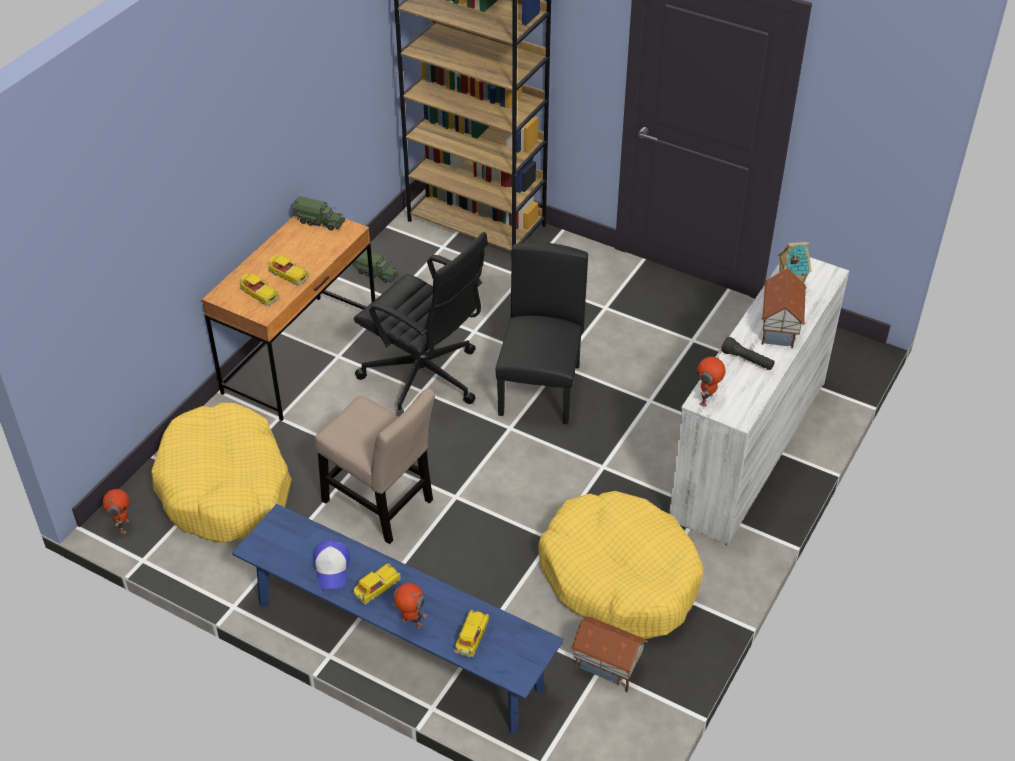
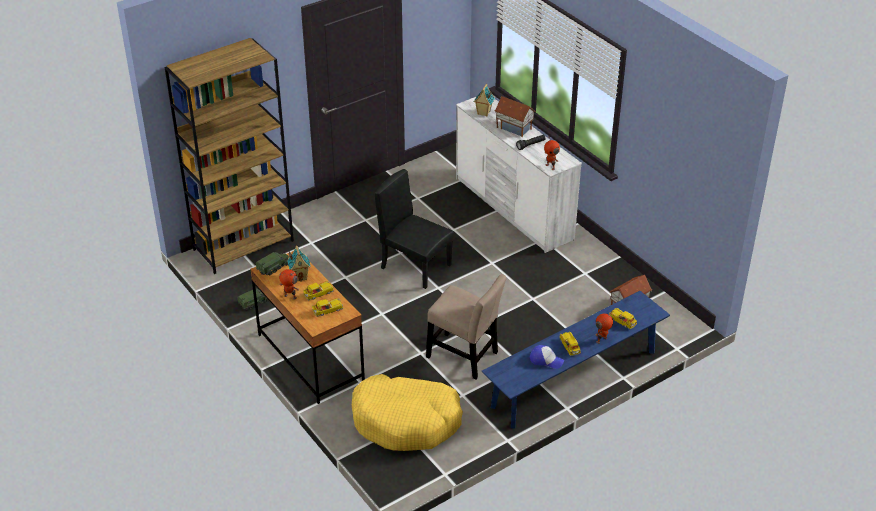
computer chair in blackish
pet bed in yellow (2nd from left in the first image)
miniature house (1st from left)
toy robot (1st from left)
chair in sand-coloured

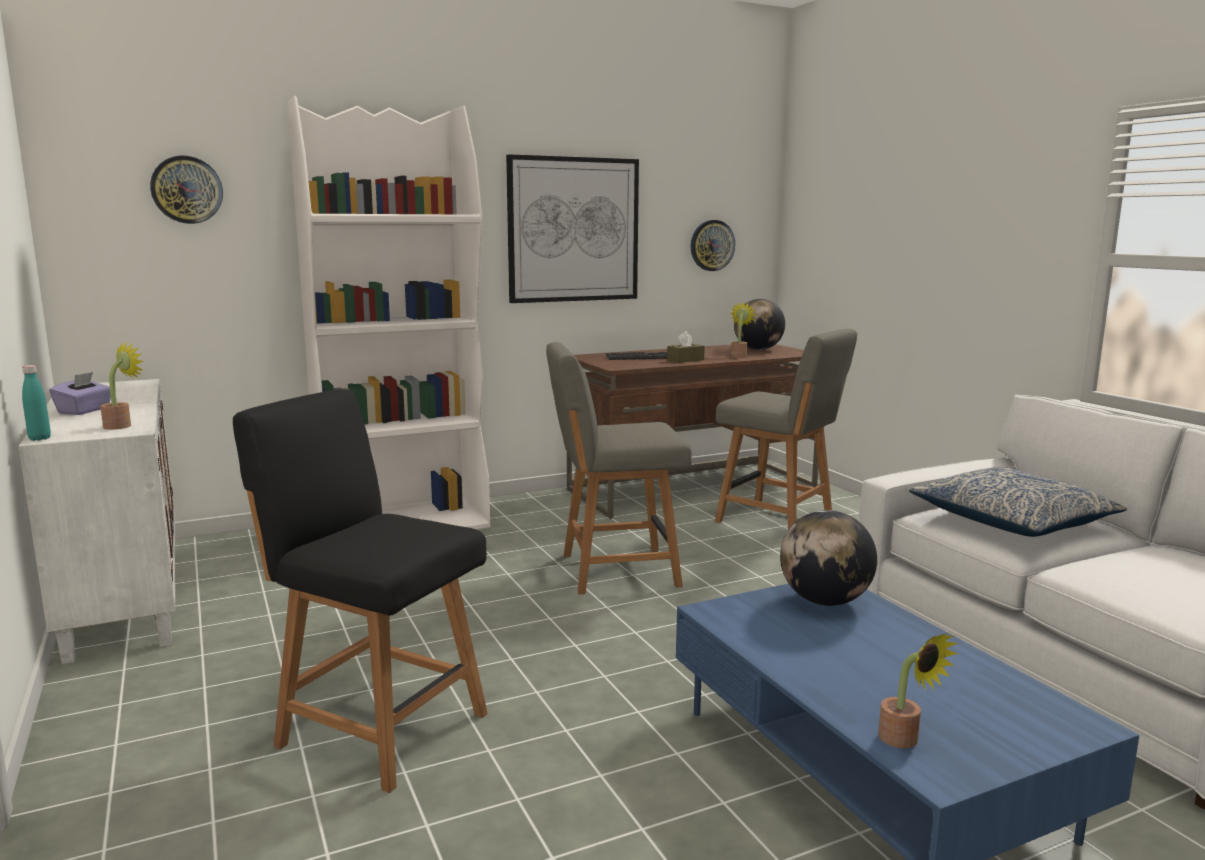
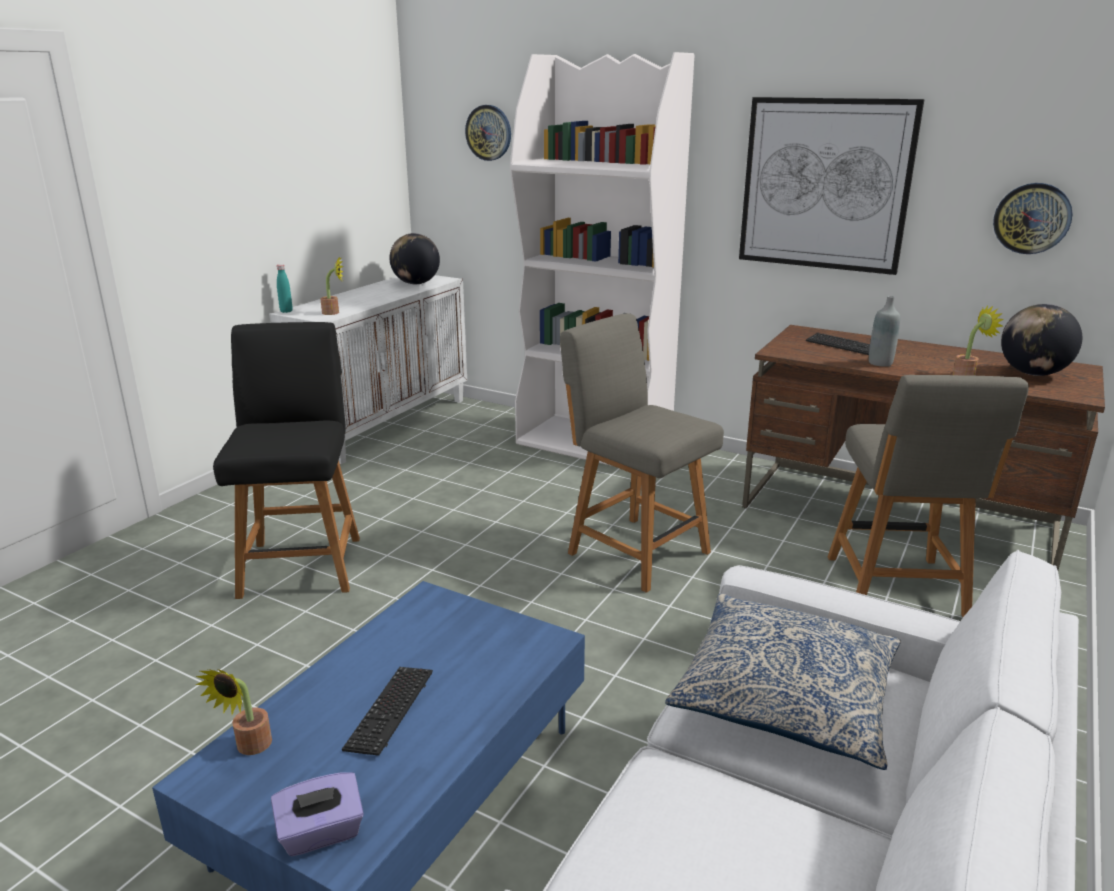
computer keyboard (1st from left)
tissue holder in purple
globe (1st from left)
bottle in gray

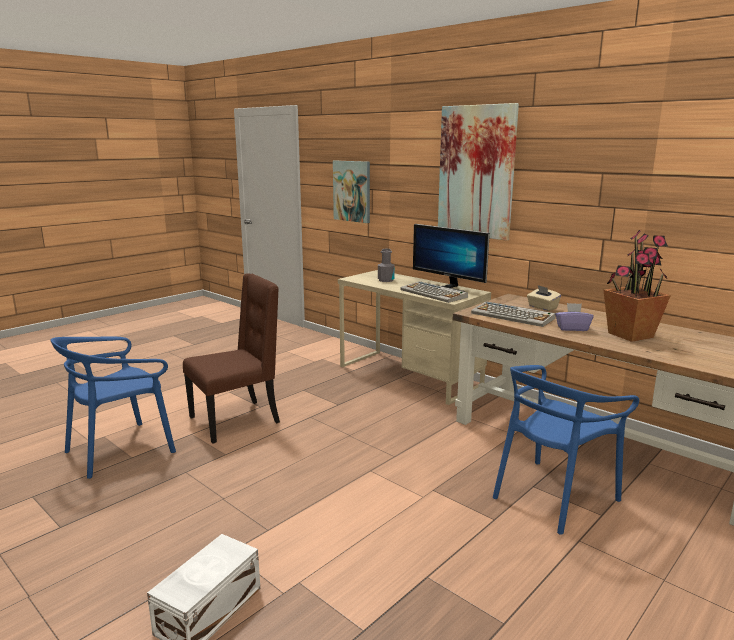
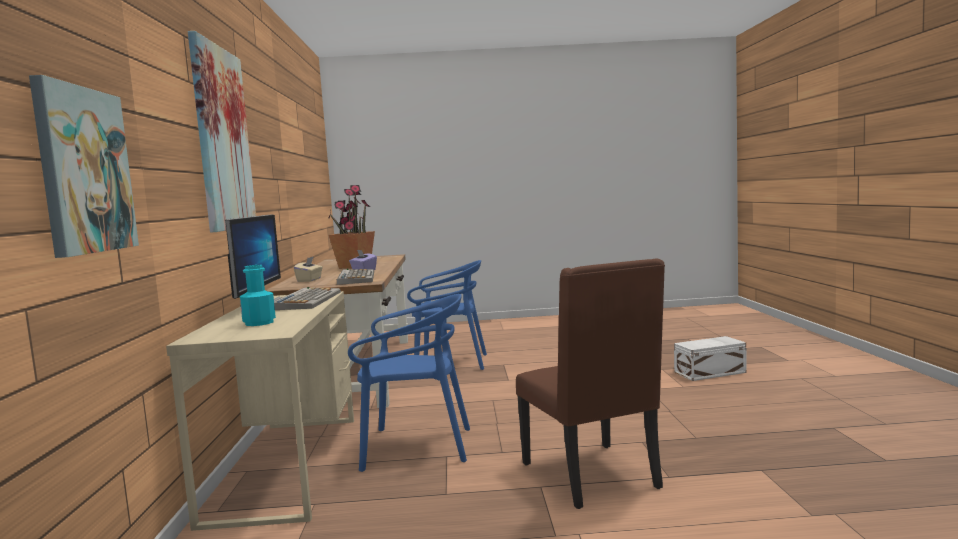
chair in blue-coloured (1st from left)
bottle in turquoise-coloured
chair in brownish

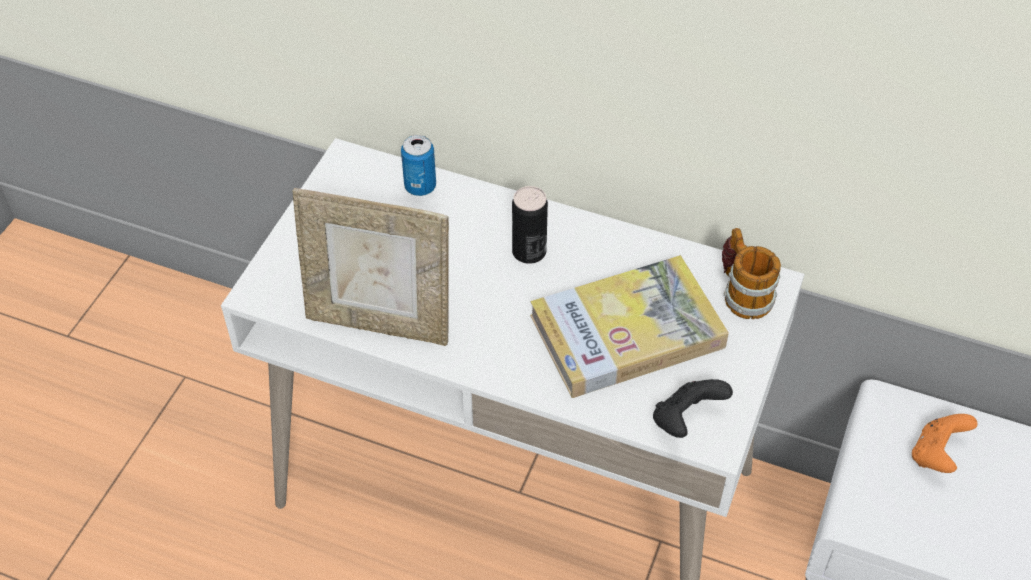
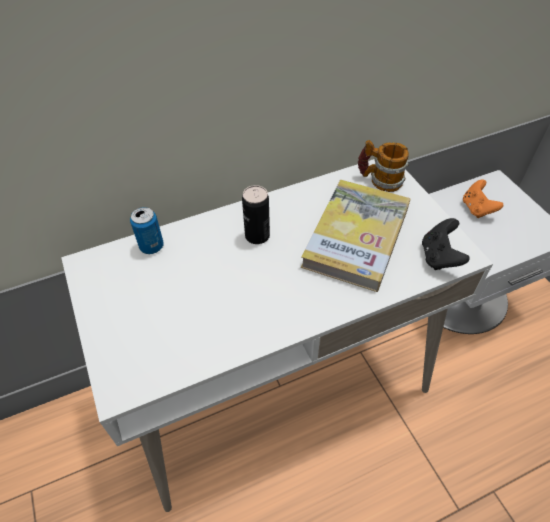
photo frame

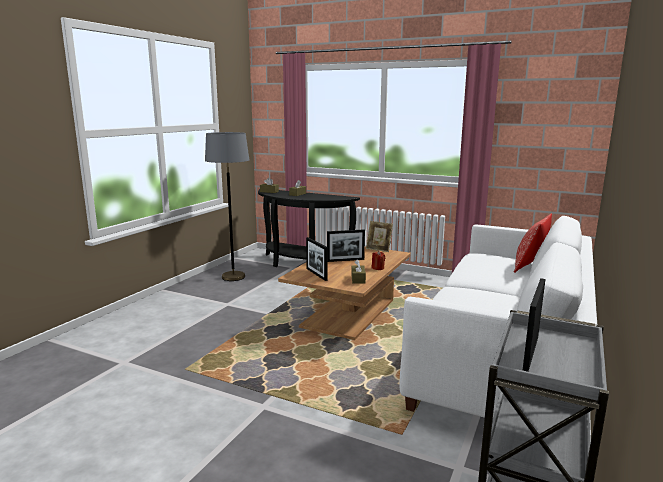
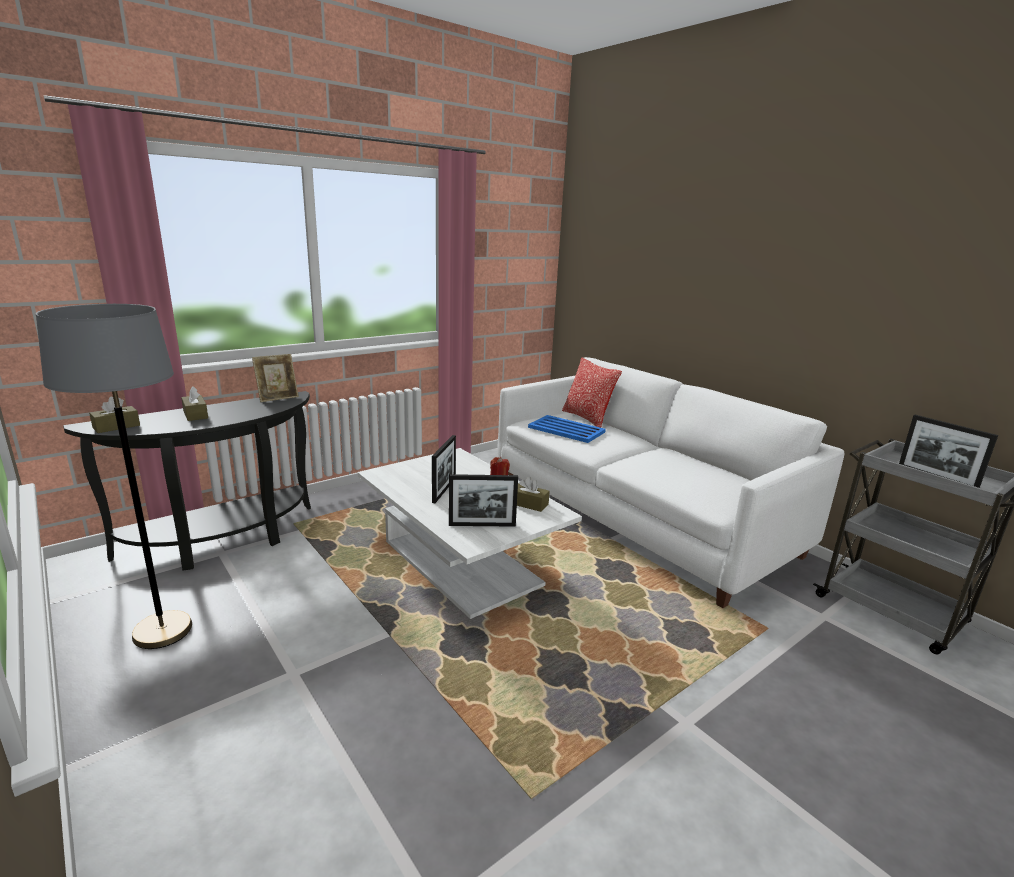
serving tray in blue-coloured
photo frame (1st from left)
lounge table in whitish

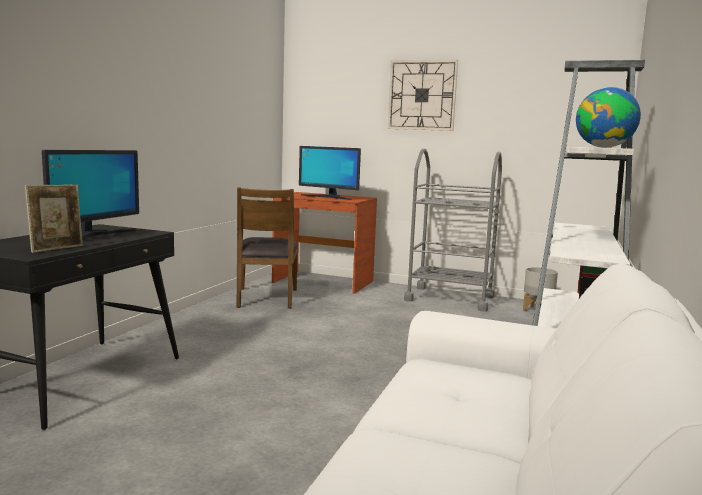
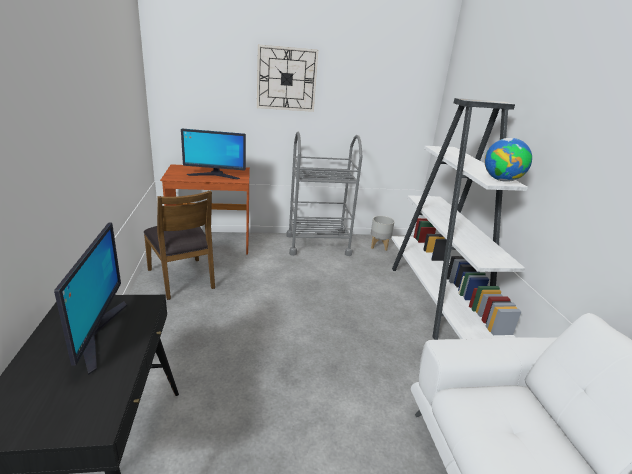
photo frame

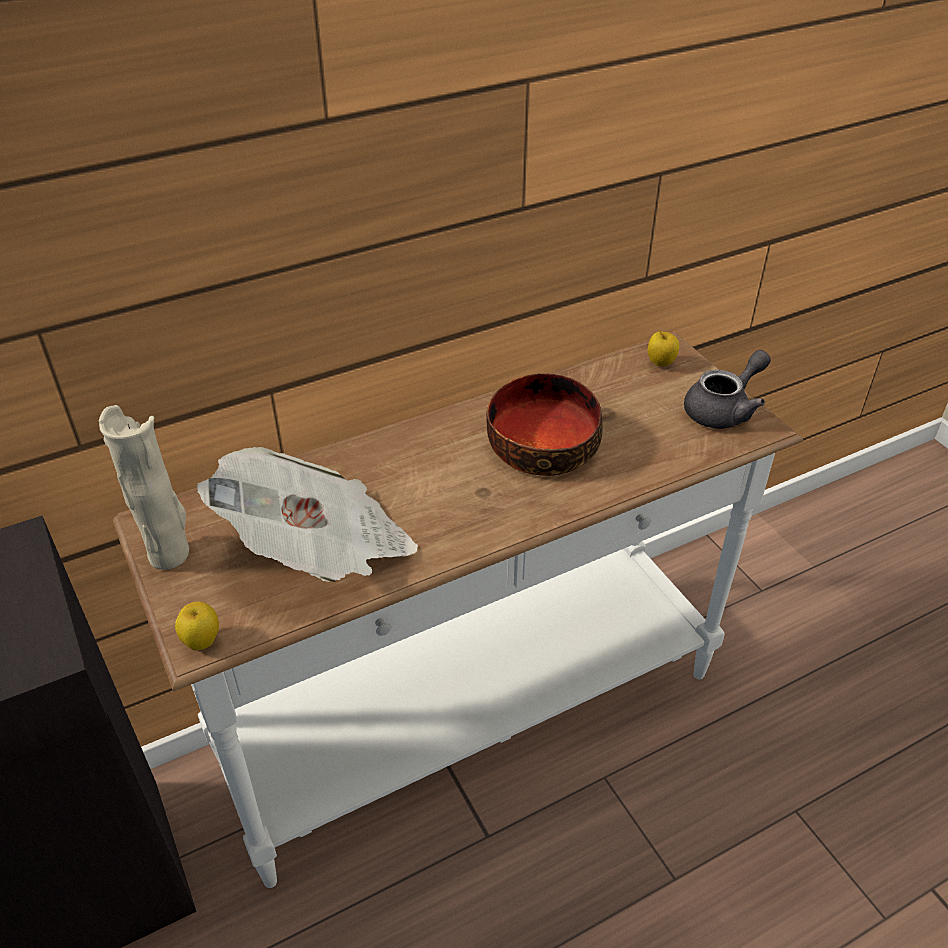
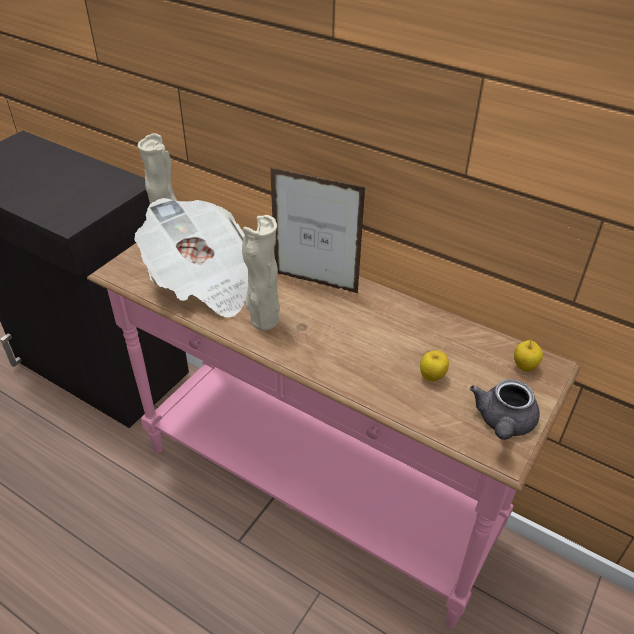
bowl
decorative vase in sand-coloured (2nd from left)
photo frame
apple fruit (1st from left)
hall table in pink
tea pot in gray

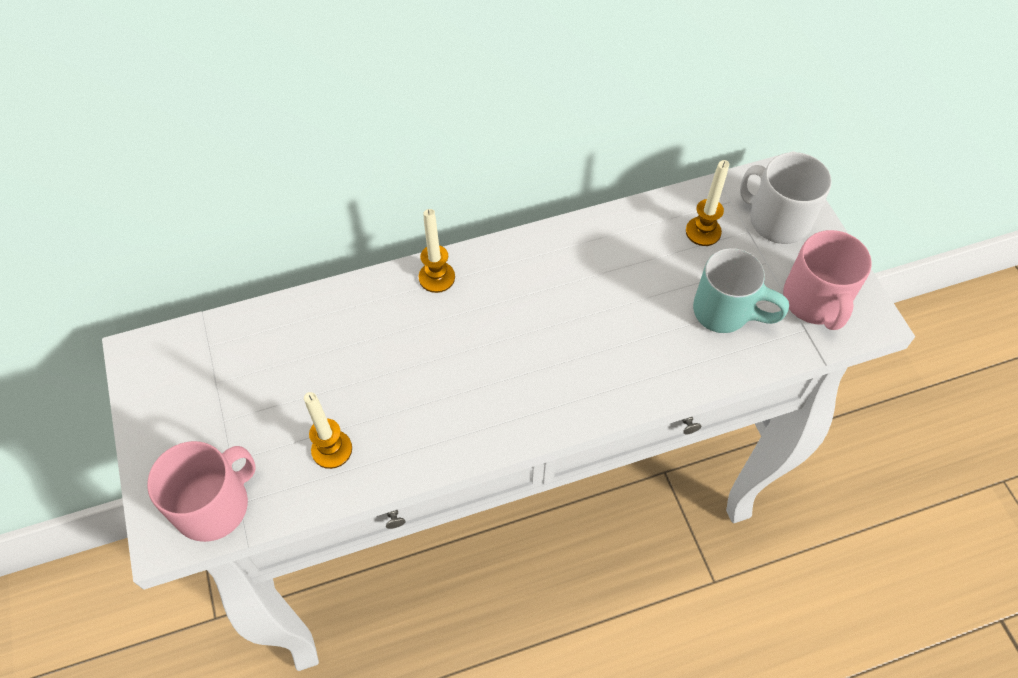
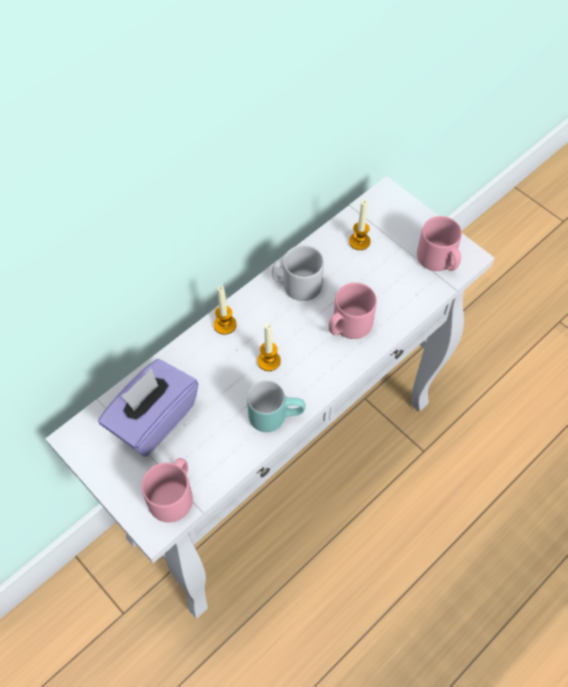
tissue holder in purple
tea mug in pink (2nd from left)
wax candle (2nd from left)
tea mug in turquoise-coloured
tea mug in gray

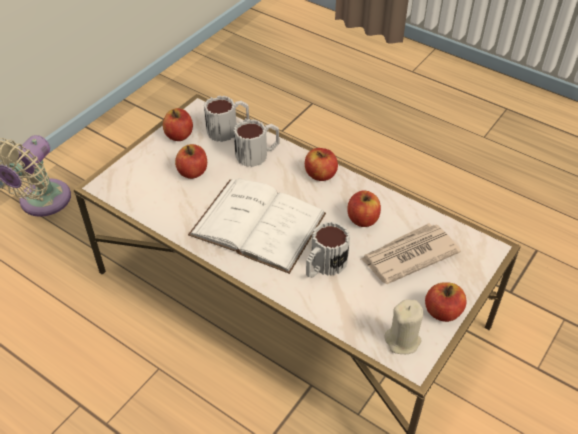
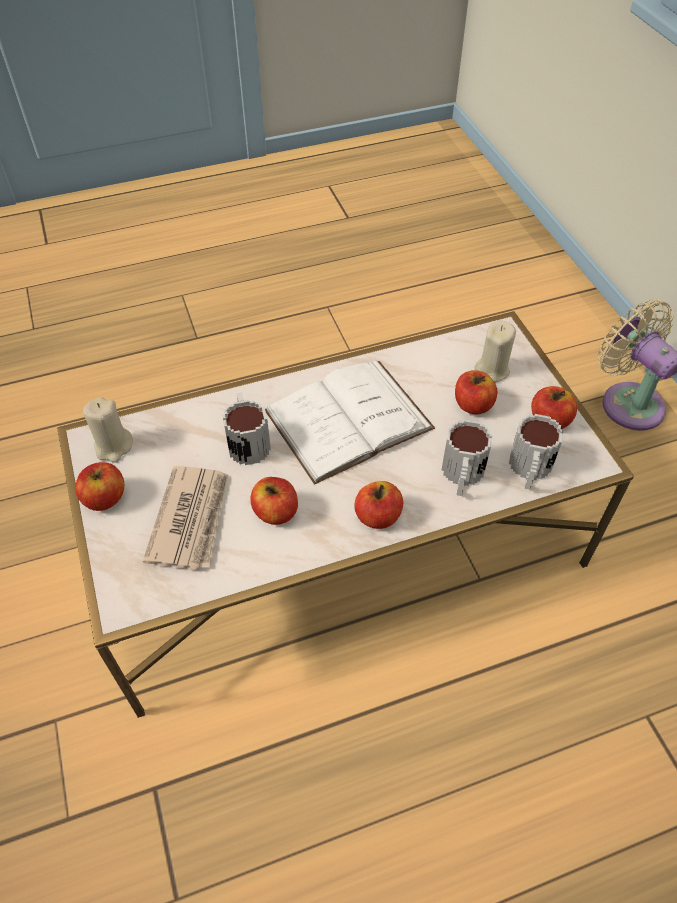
wax candle in sand-coloured (2nd from left)

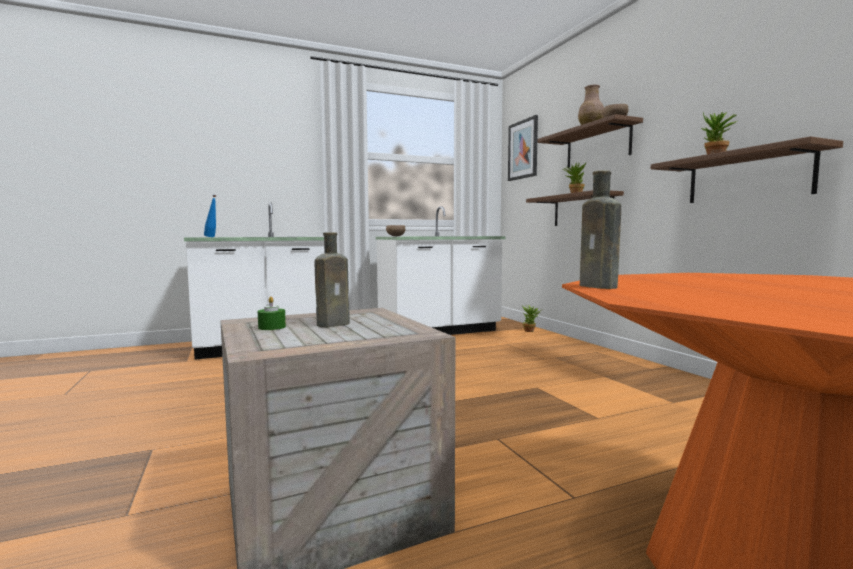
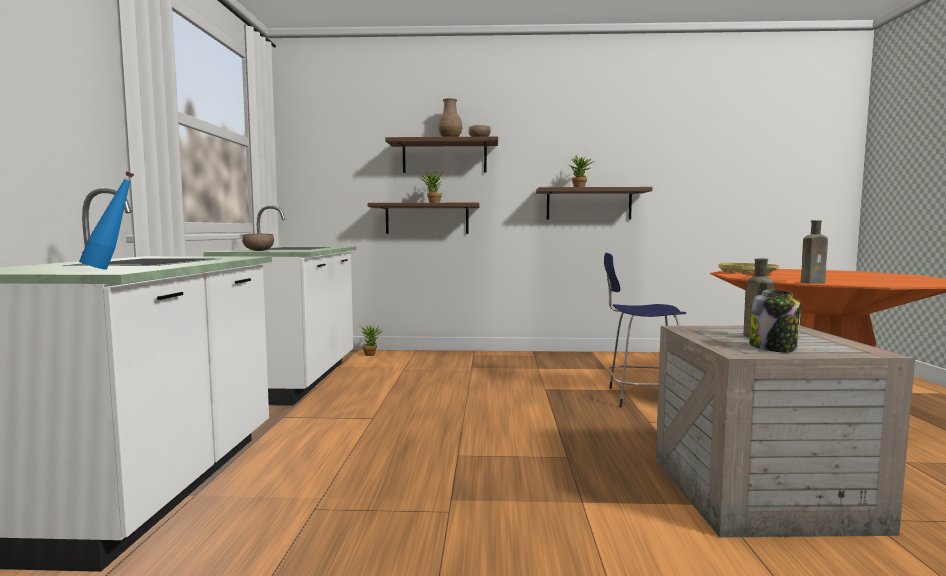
wall art
stool seat in blue-coloured
serving tray in yellow
jar

